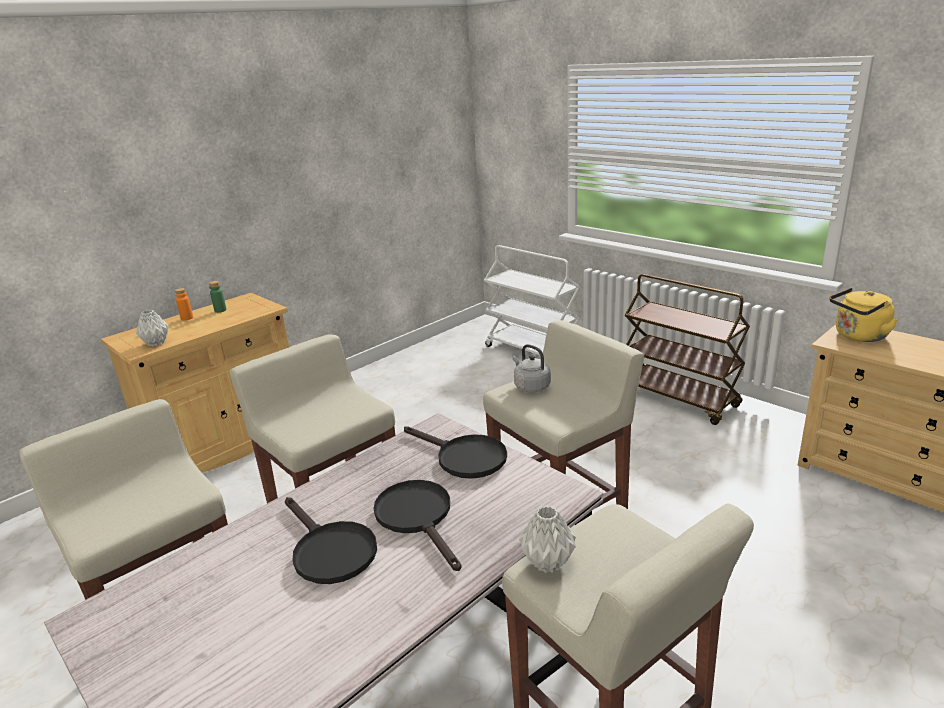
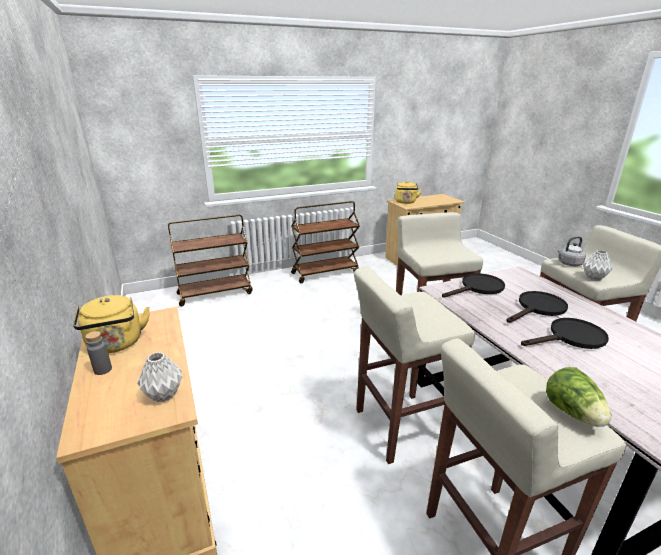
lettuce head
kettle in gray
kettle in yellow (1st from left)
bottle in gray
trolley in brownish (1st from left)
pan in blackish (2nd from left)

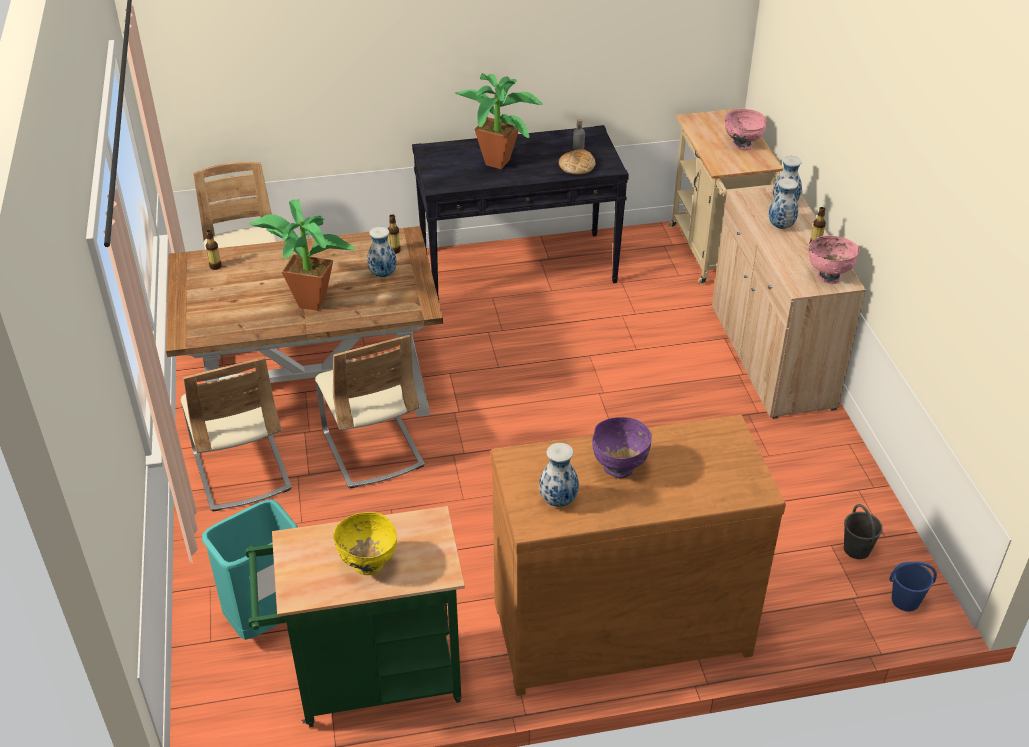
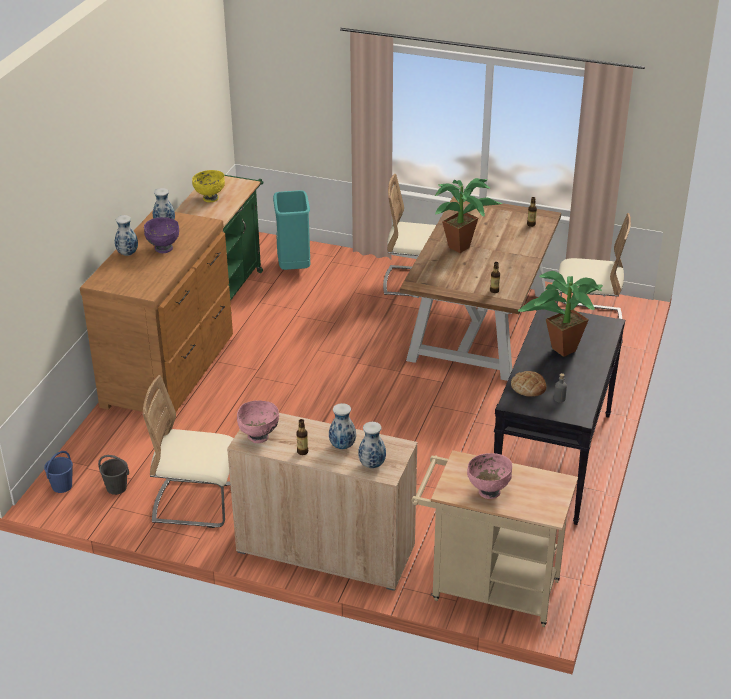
chair in sand-coloured (1st from left)
decorative vase (1st from left)

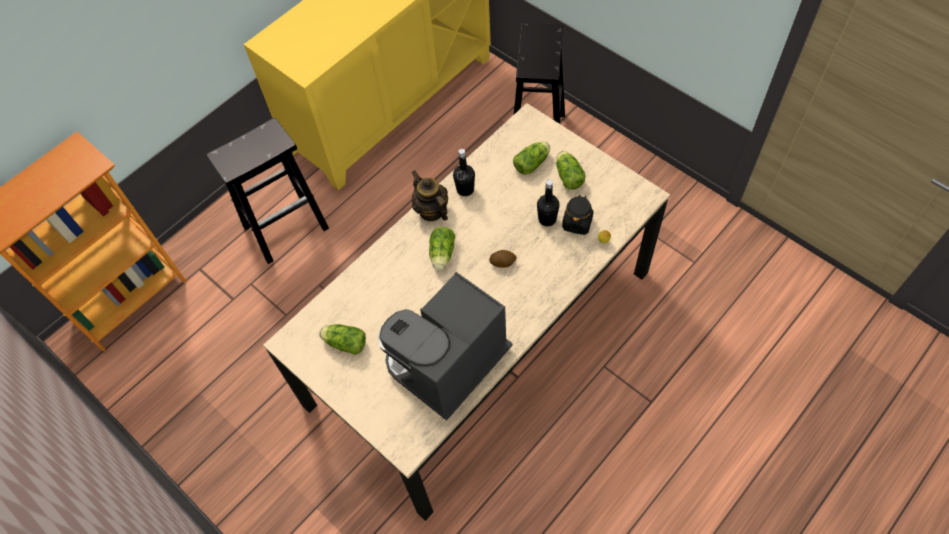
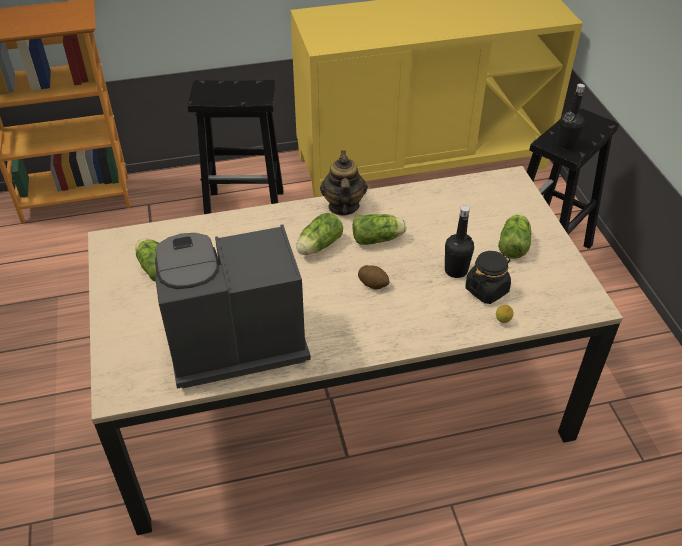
bottle in blackish (2nd from left)
lettuce head (3rd from left)

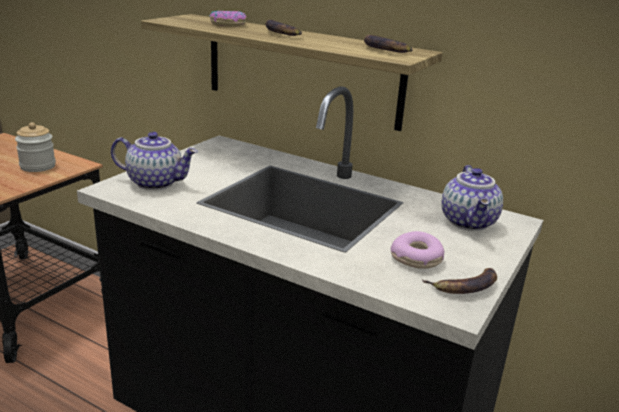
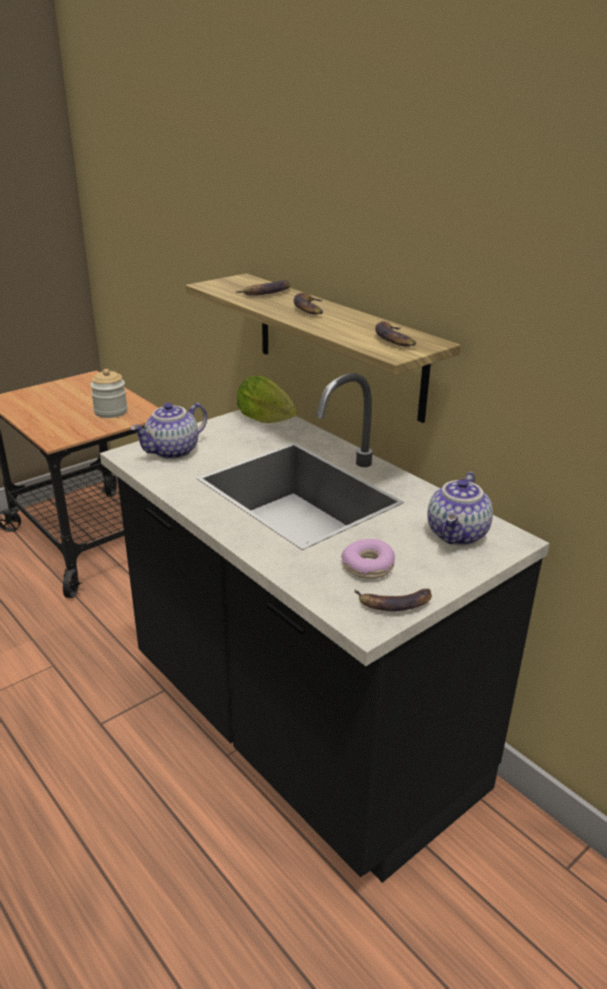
lettuce head
whole banana (1st from left)
tea pot (1st from left)

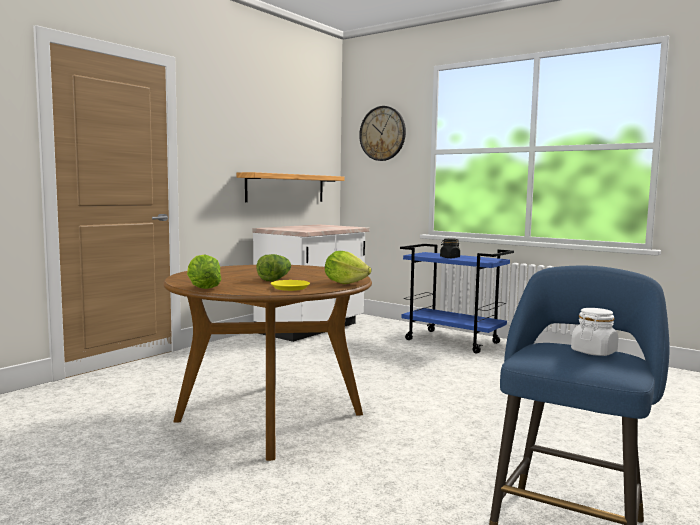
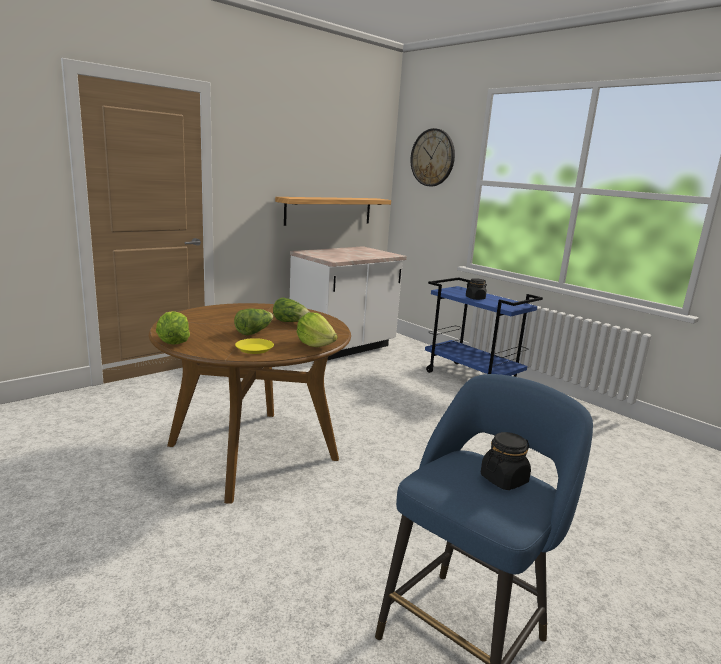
lettuce head (3rd from left)
jar in blackish (2nd from left)

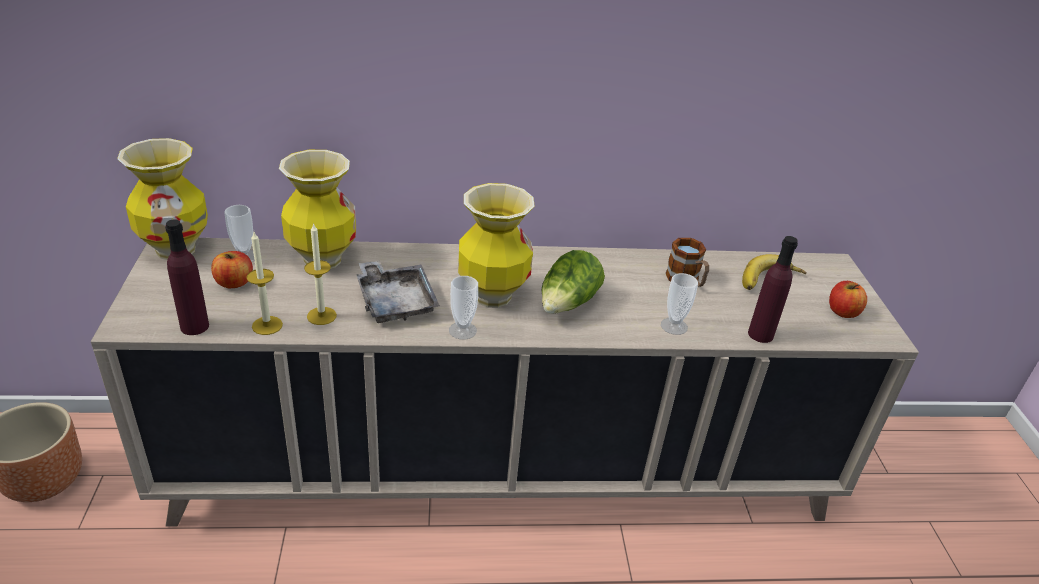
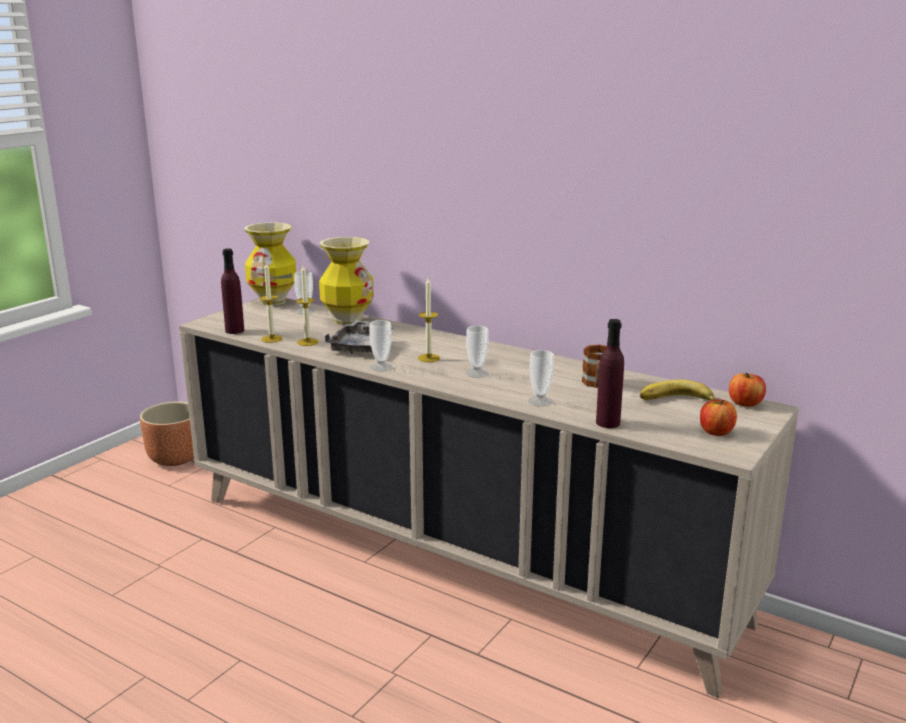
apple fruit (2nd from left)
wax candle (3rd from left)
small cup (3rd from left)

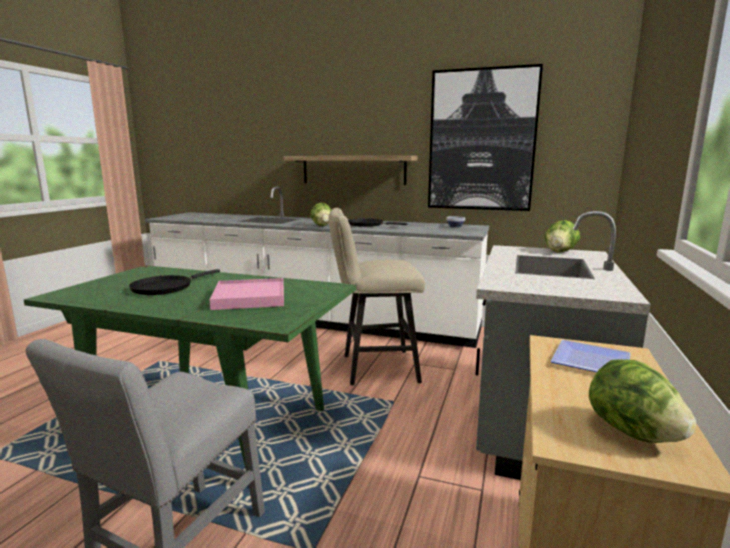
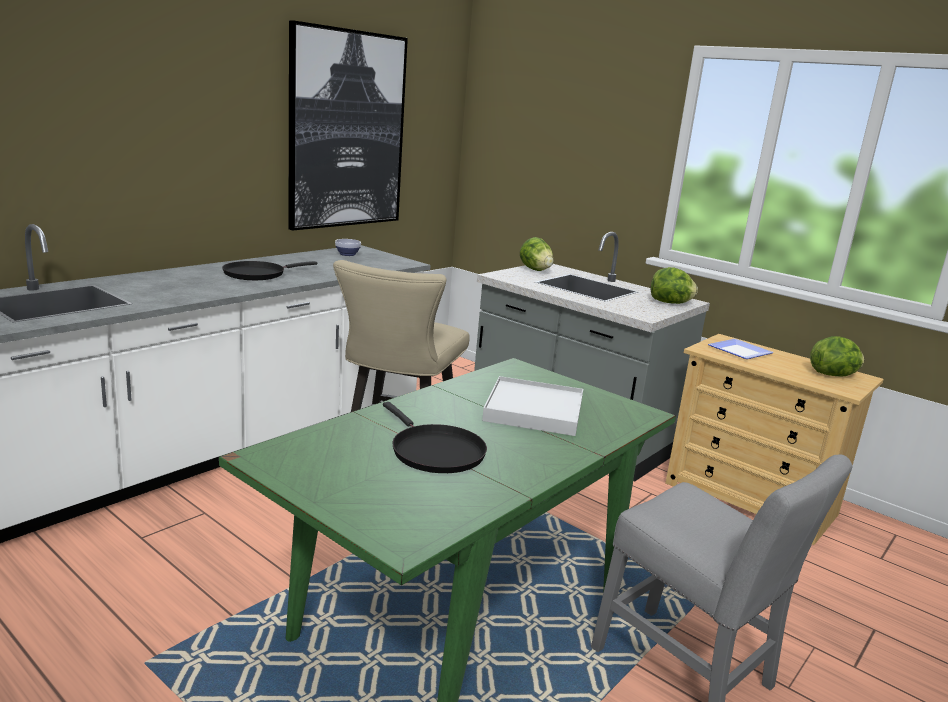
bracket shelf
lettuce head (2nd from left)
serving tray in whitish

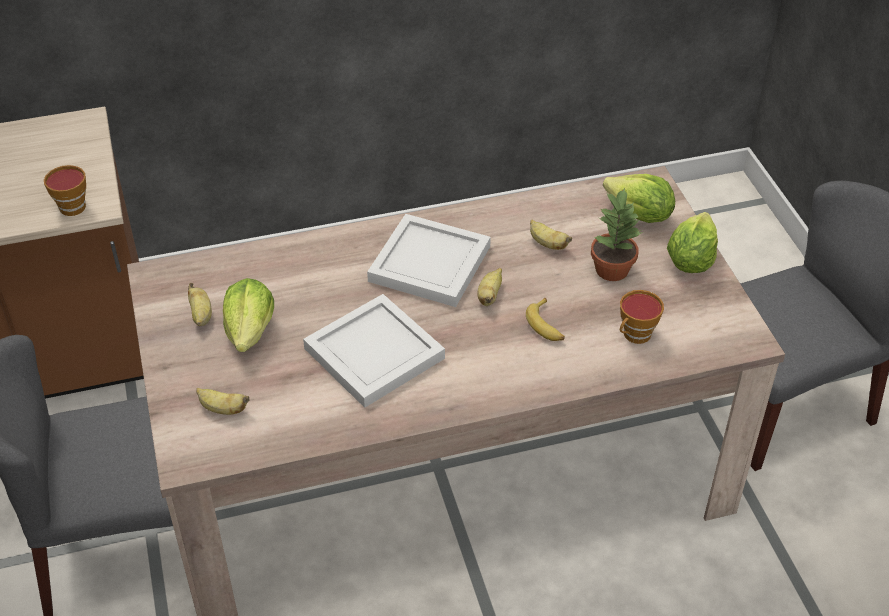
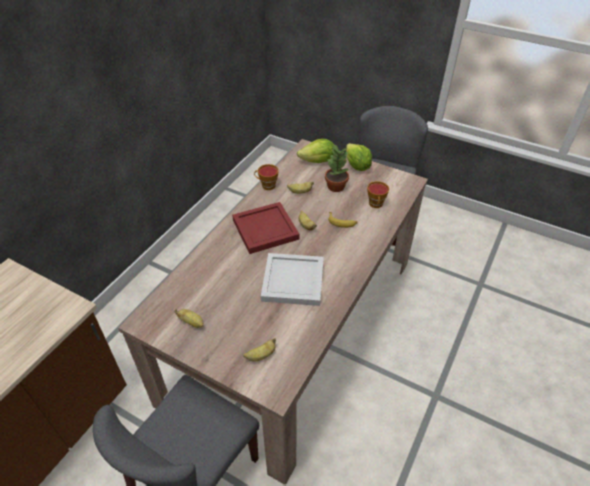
lettuce head (1st from left in the first image)
small cup (1st from left)
serving tray in red

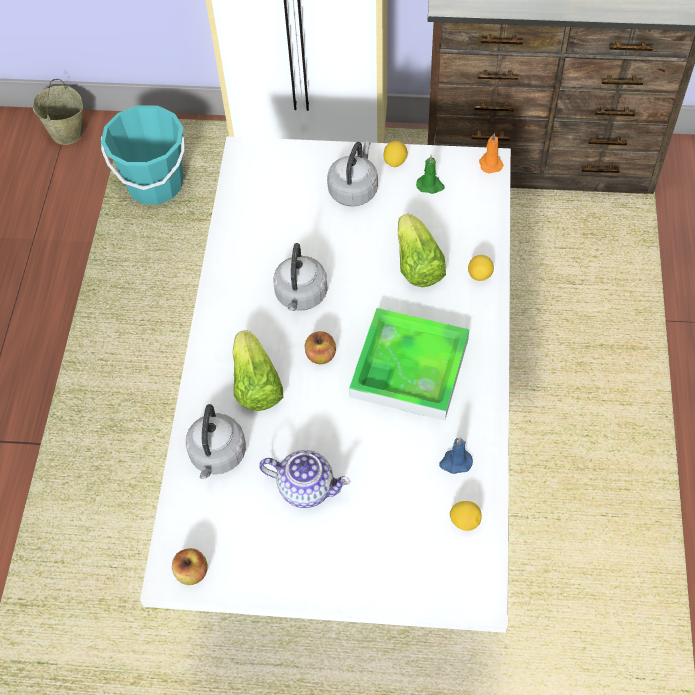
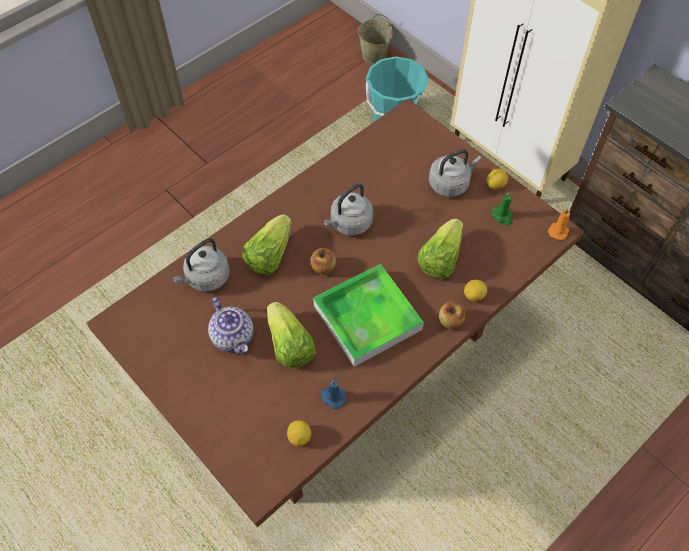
lettuce head (2nd from left)
apple fruit (2nd from left)
kitchen table in brownish

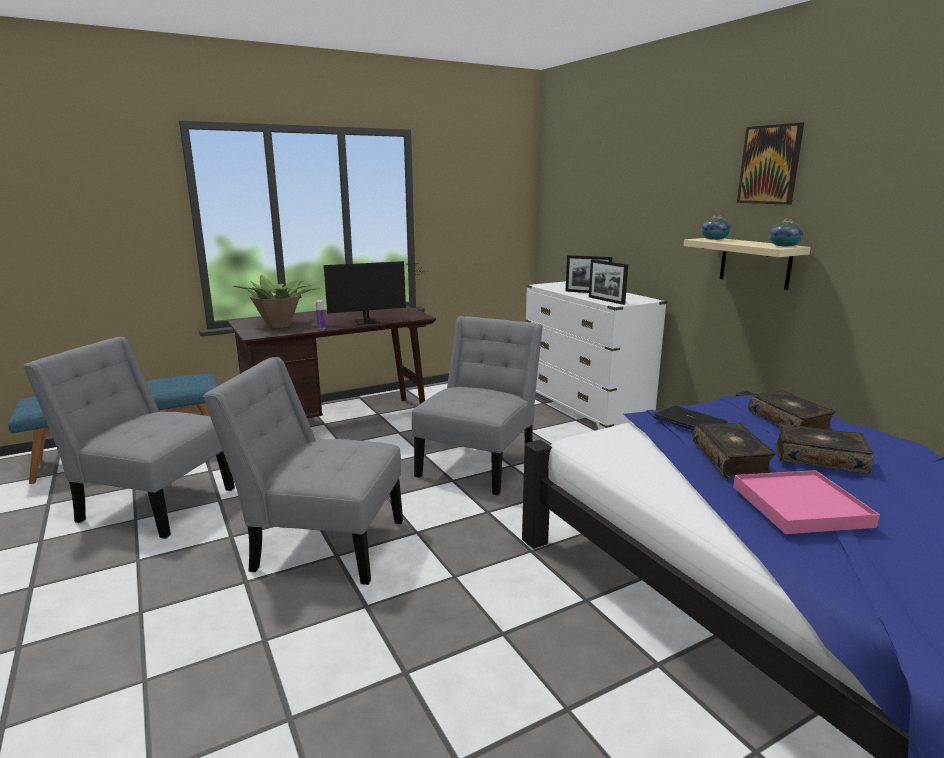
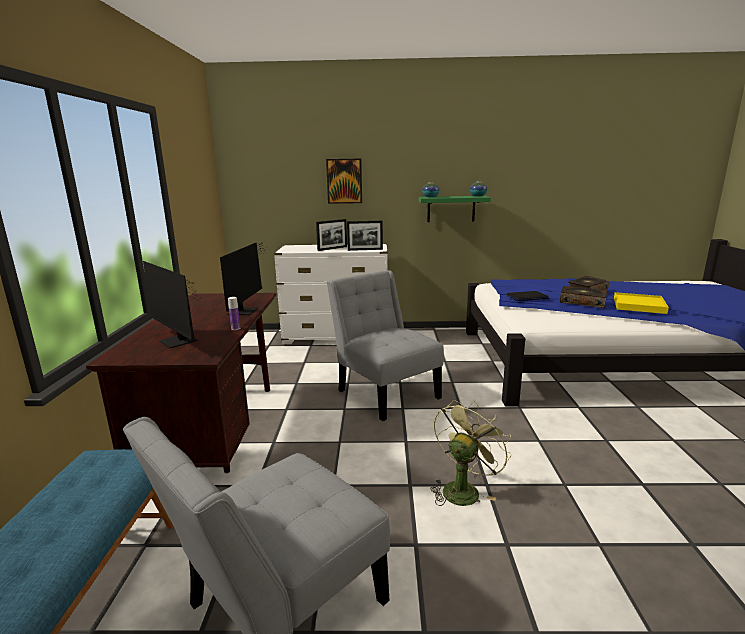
bound book (2nd from left in the first image)
wall art
electric fan in green
monitor (1st from left)
bracket shelf in green
serving tray in yellow

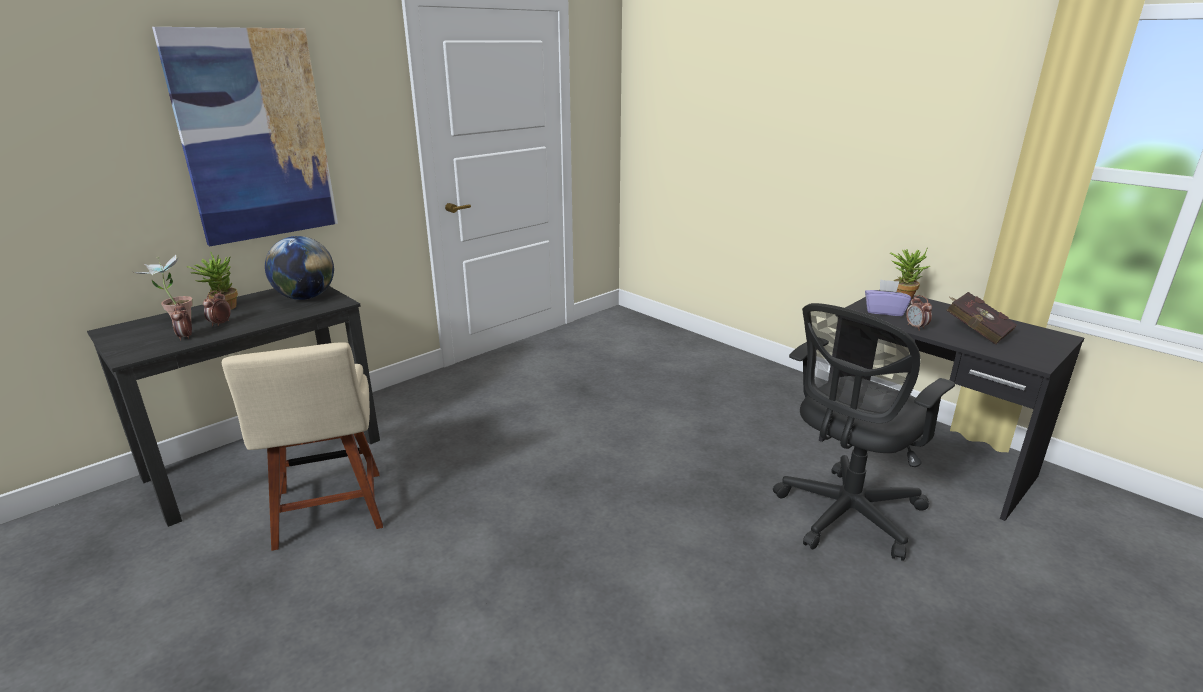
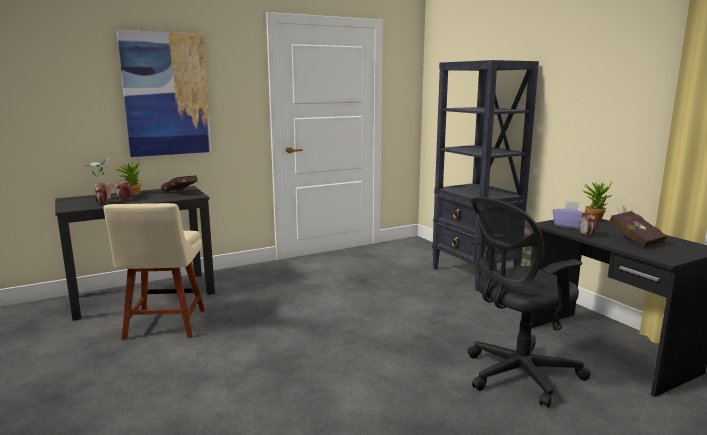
bookshelf in blackish
bound book in red (1st from left)

